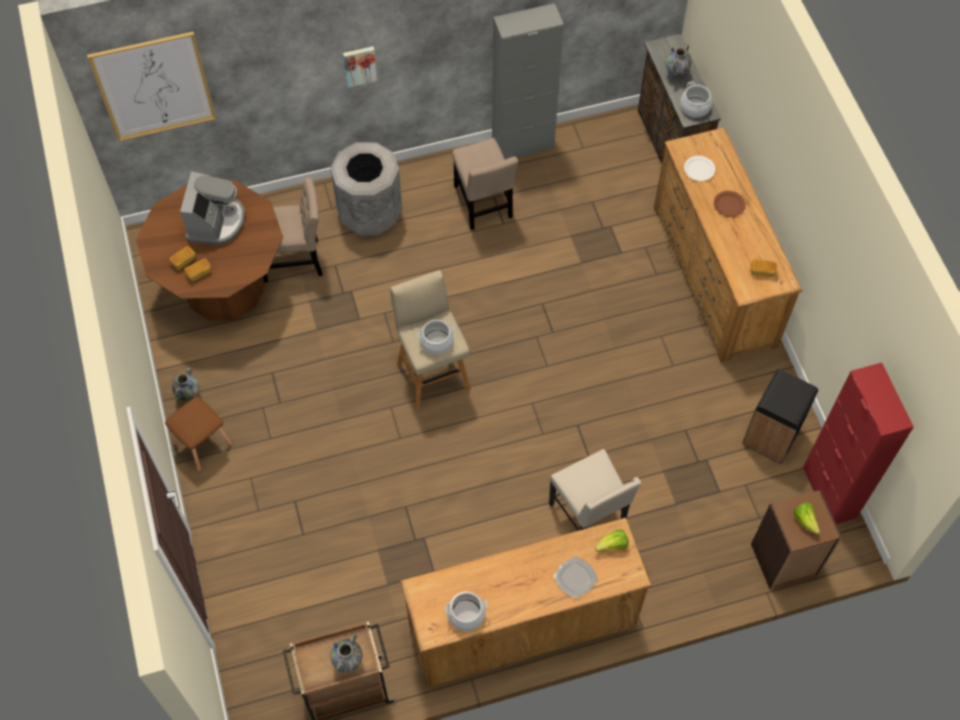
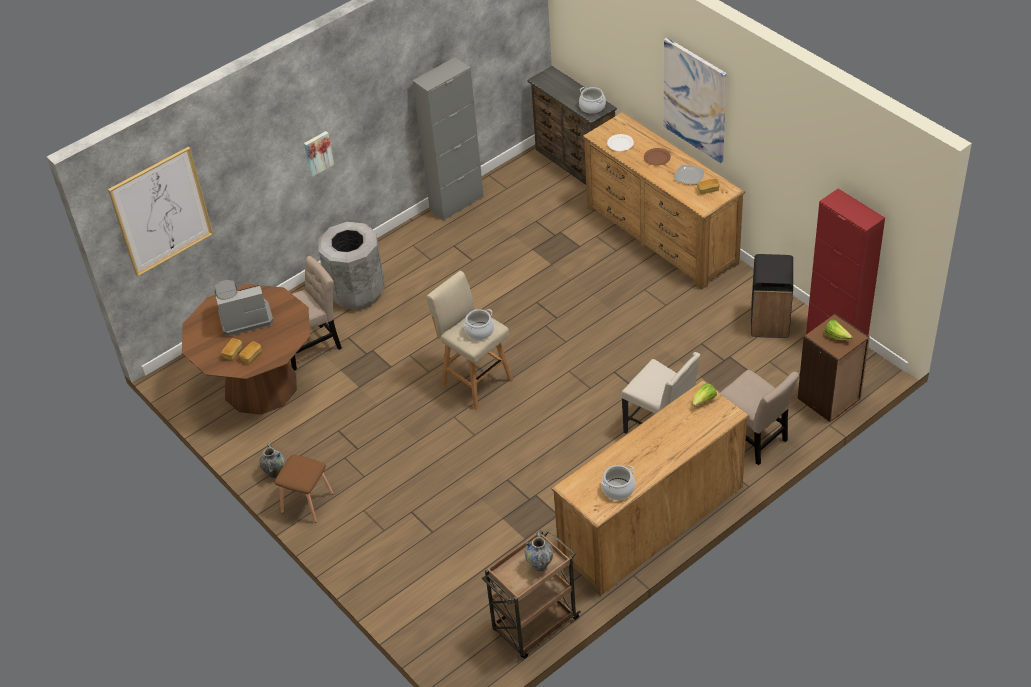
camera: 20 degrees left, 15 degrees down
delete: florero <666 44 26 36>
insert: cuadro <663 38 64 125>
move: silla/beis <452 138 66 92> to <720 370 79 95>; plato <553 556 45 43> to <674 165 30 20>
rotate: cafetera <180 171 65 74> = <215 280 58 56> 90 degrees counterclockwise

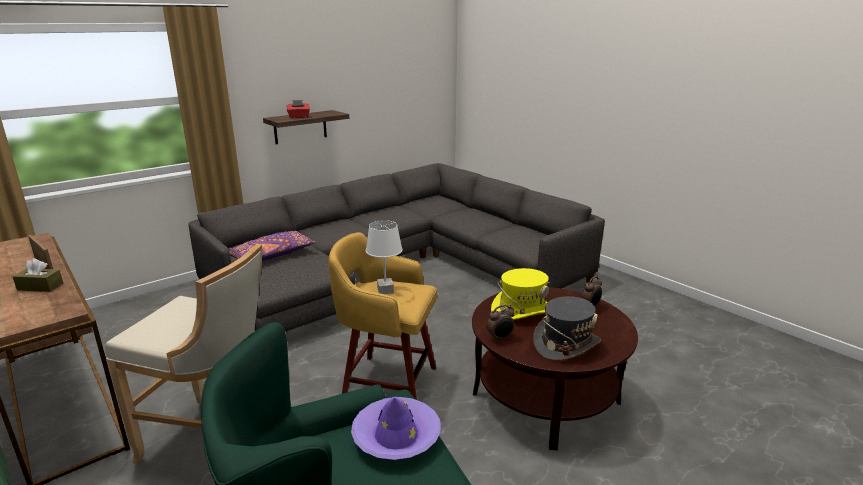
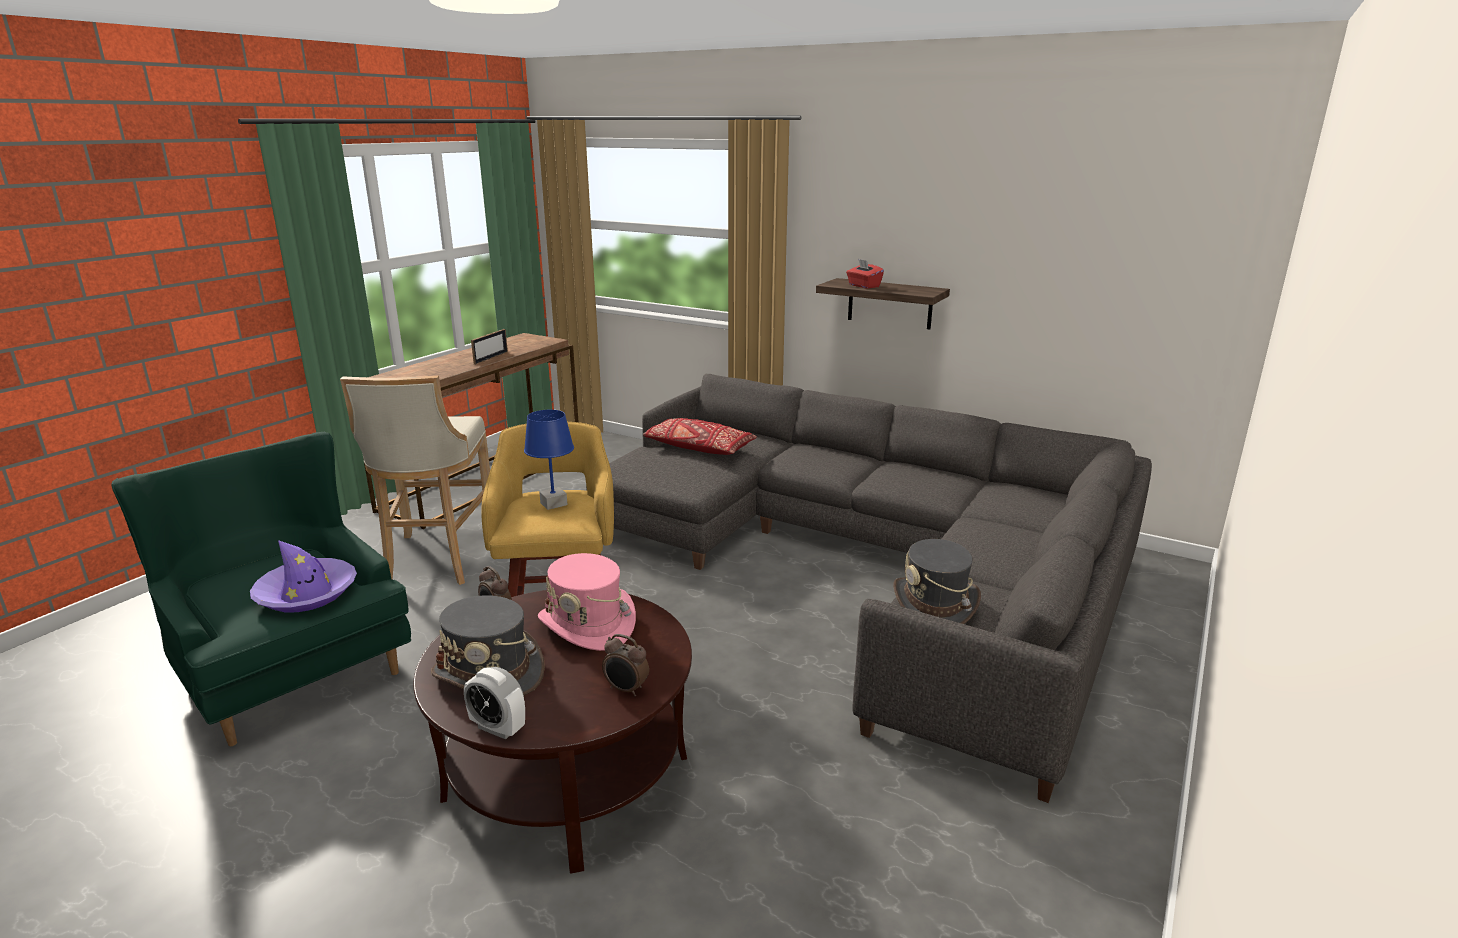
camera: 70 degrees right, 0 degrees up
delete: caja de pañuelos/marrón <12 258 51 34>
insert: despertador <464 667 61 72>; sombrero/gris <893 539 88 85>
recolor: cojín/morado <229 231 87 30> to cojín/rojo <643 418 114 37>; lámpara de mesa/blanco <366 220 37 74> to lámpara de mesa/azul <524 410 50 100>; sombrero/amarillo <491 268 59 52> to sombrero/rosa <538 553 98 98>

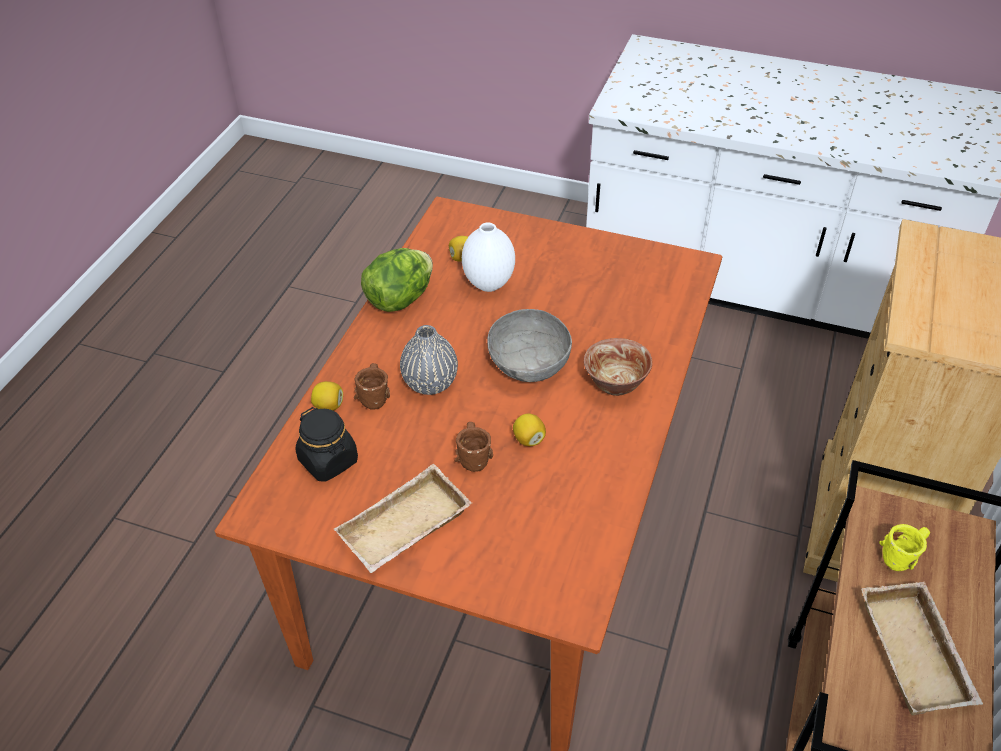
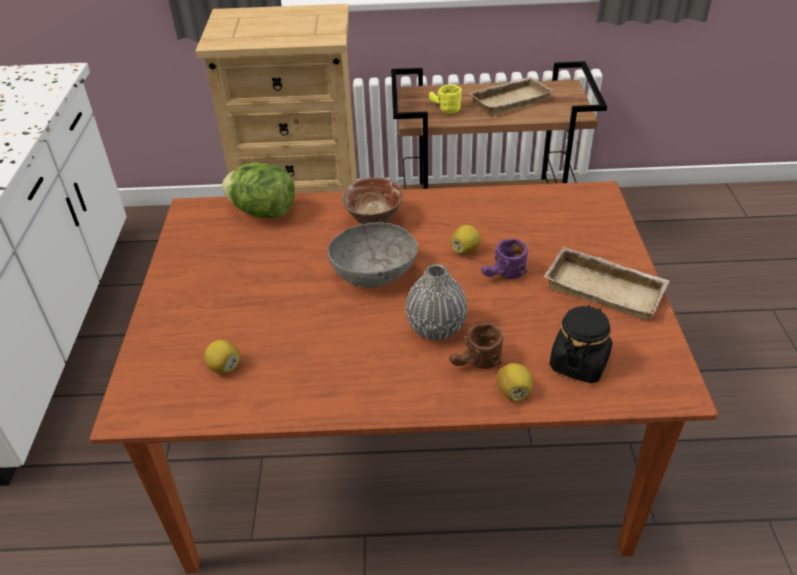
camera: 110 degrees left, 5 degrees down
delete: florero/blanco <462 223 53 69>
move: lechuga <361 248 72 64> to <222 163 73 55>
recolor: taza grande/marrón <455 422 38 50> to taza grande/morado <481 238 47 41>

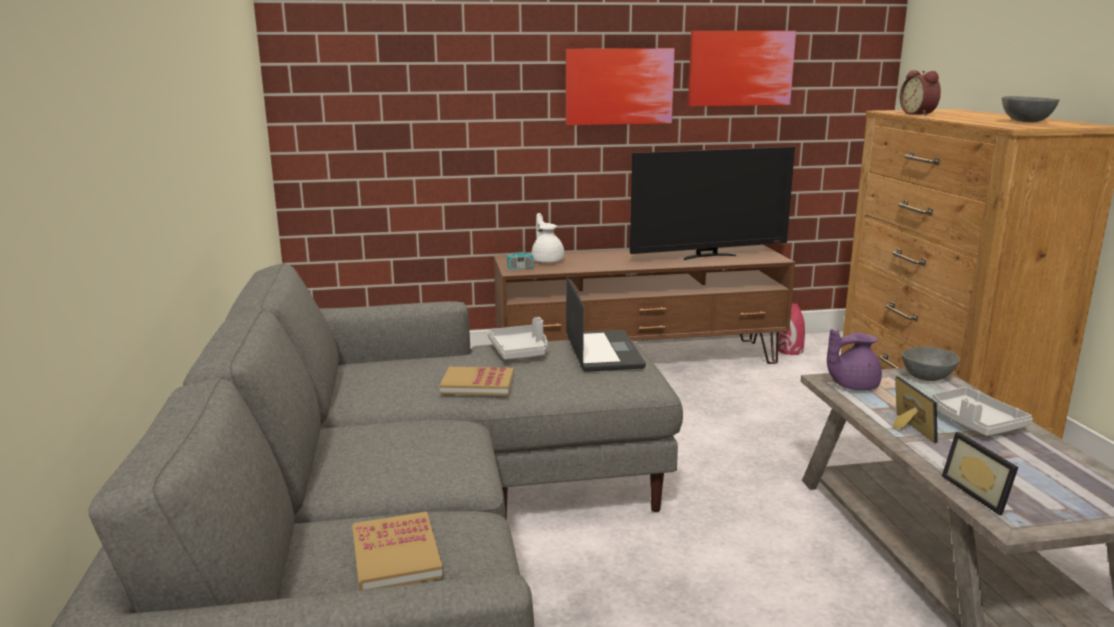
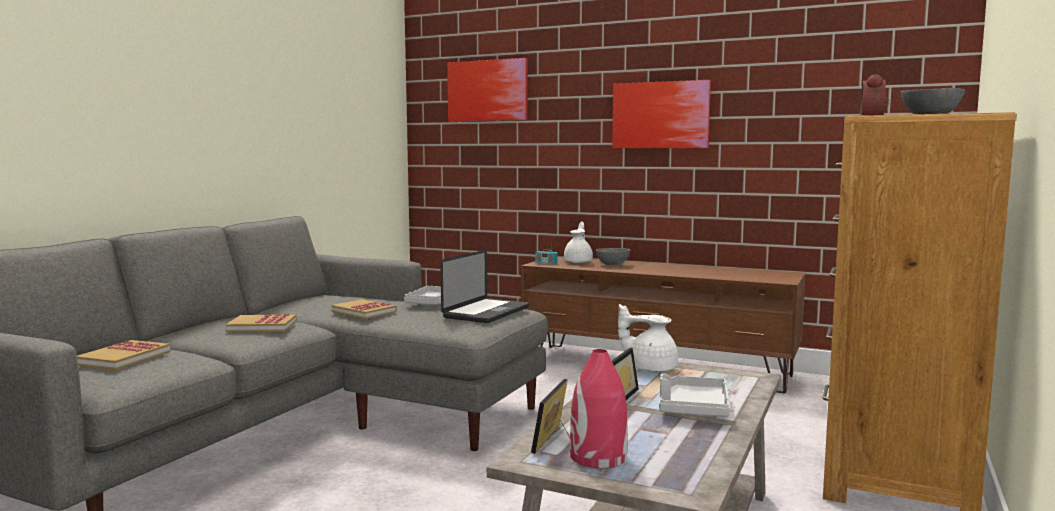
camera: 35 degrees right, 10 degrees down
delete: televisor <630 147 165 113>
insert: libro <226 314 71 18>
move: cuadro <688 31 108 75> to <447 58 81 63>; florero/rojo <778 302 27 53> to <570 349 58 119>; cuenco/gris <902 347 58 34> to <596 248 34 17>
recolor: tetera/morado <827 329 55 61> to tetera/blanco <618 304 60 68>

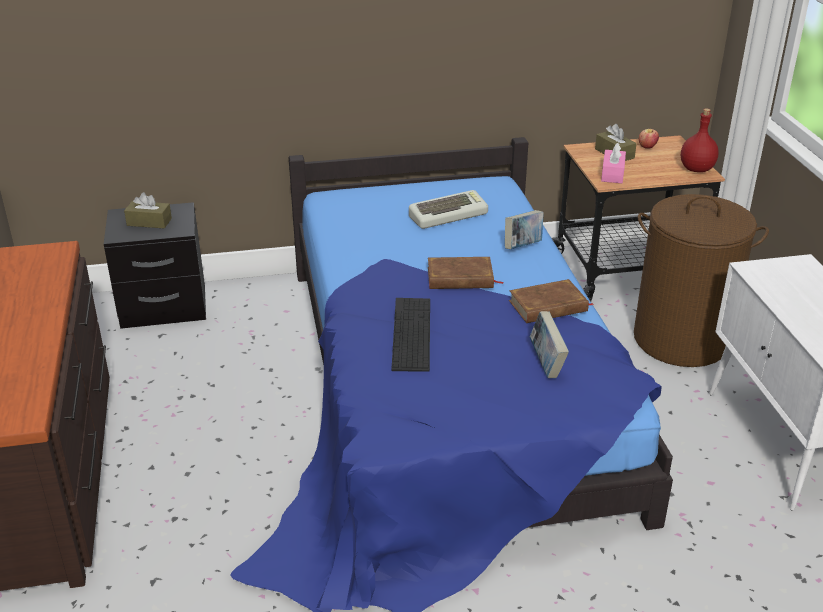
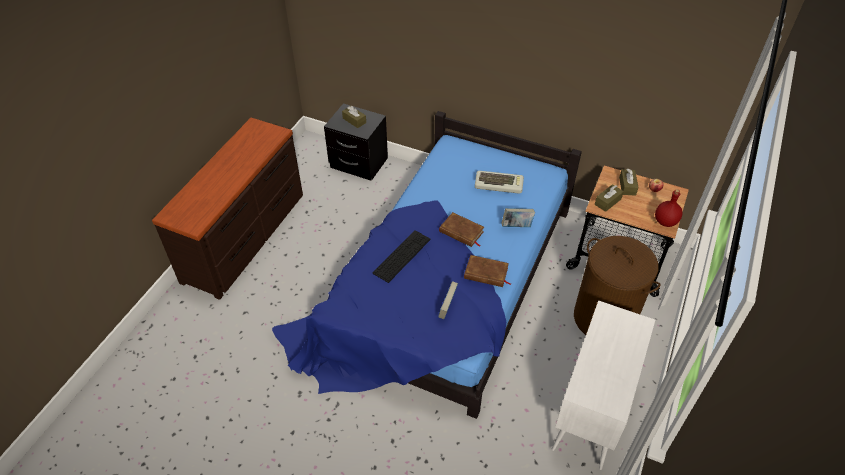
camera: 35 degrees right, 15 degrees up
recolor: caja de pañuelos/rosa <601 143 25 40> to caja de pañuelos/marrón <595 184 29 28>

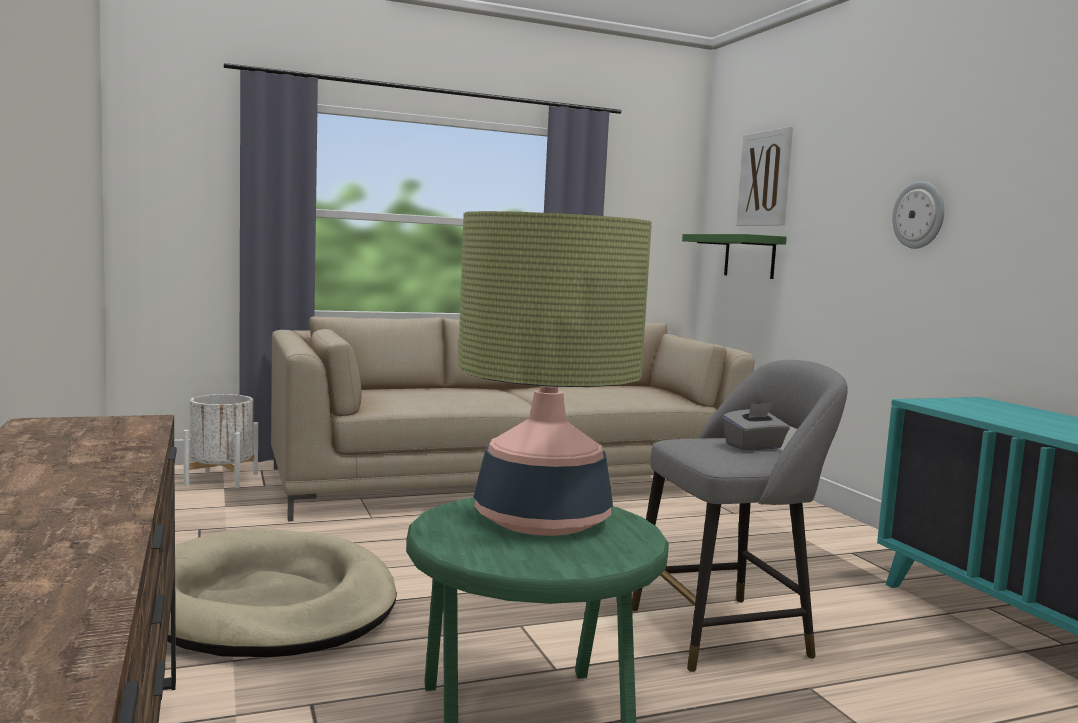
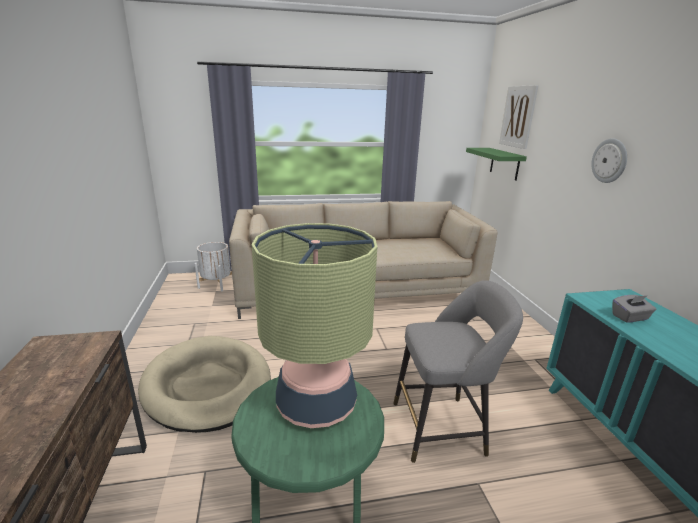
camera: 10 degrees right, 15 degrees up
move: caja de pañuelos/gris <722 403 68 48> to <612 295 44 28>

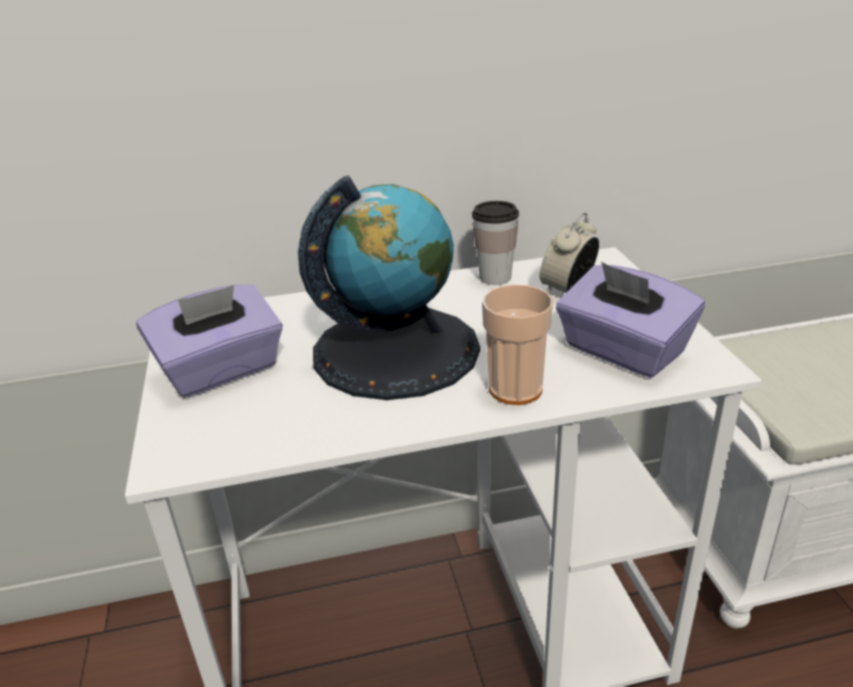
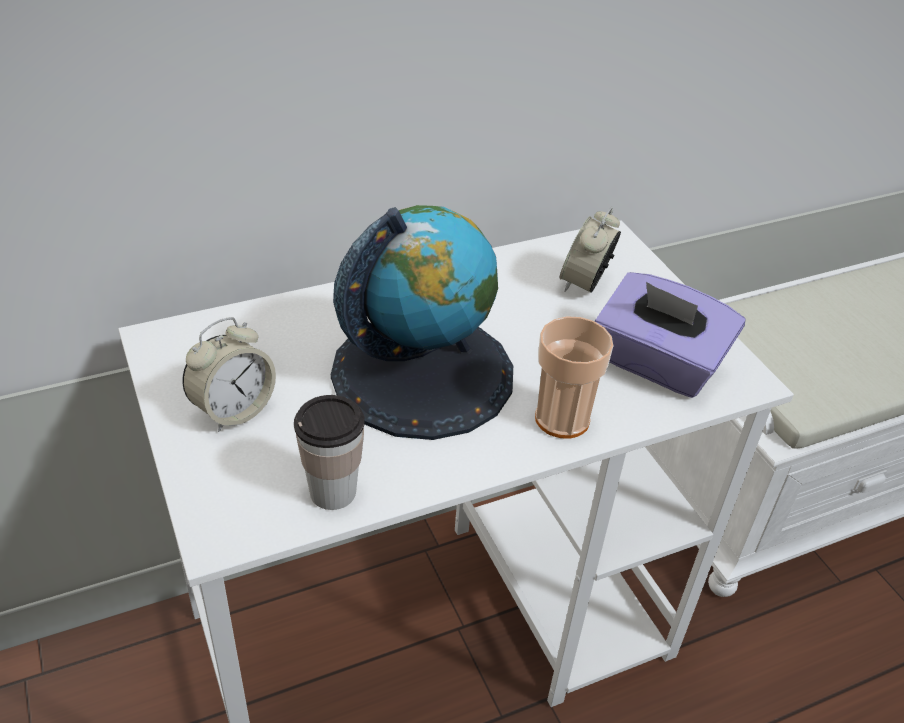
camera: 15 degrees left, 10 degrees up
move: taza <472 201 47 84> to <294 395 71 115>
replace: caja de pañuelos/morado <136 285 147 113> to despertador <182 317 94 115>

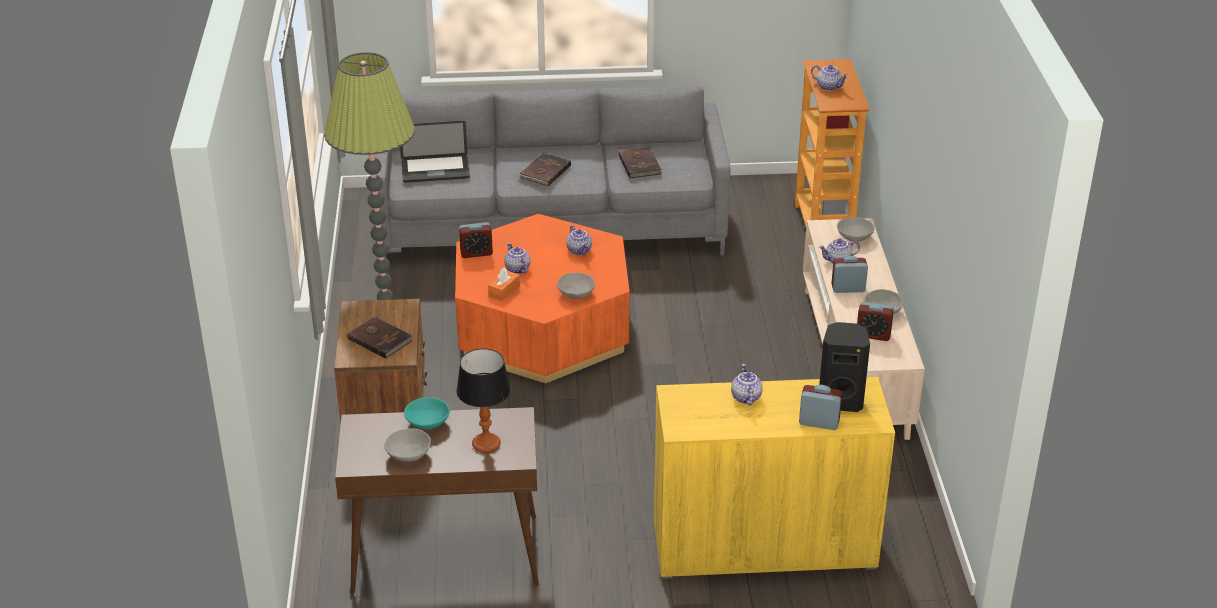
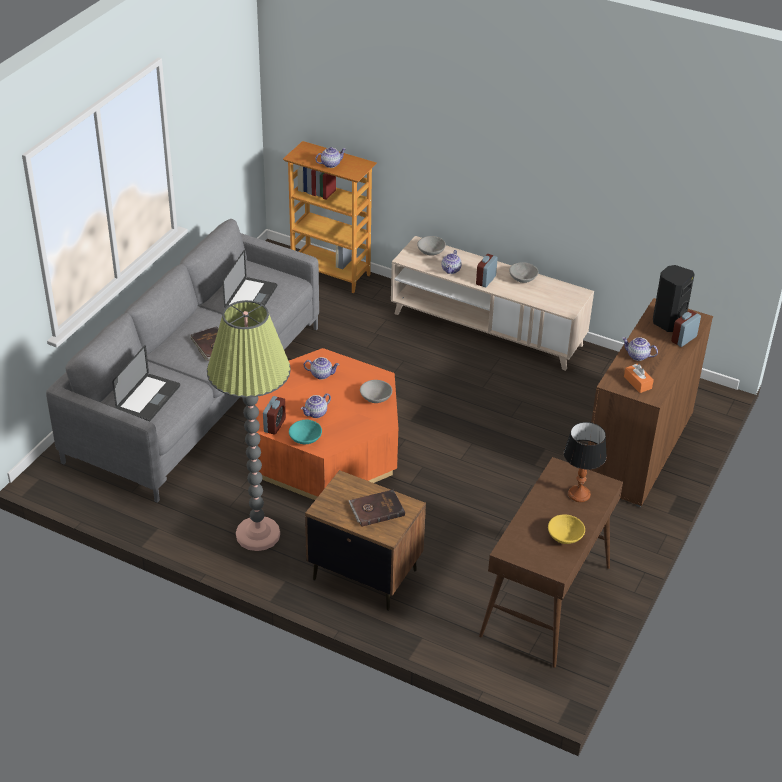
camera: 60 degrees left, 5 degrees up
delete: despertador <857 302 37 39>
move: cuenco/turquesa <404 397 46 33> to <289 420 33 24>; caja de pañuelos/naranja <488 268 32 33> to <624 364 30 29>
replace: libro/marrón <618 147 44 31> to portátil <223 250 54 58>
recolor: cuenco/gris <384 428 47 34> to cuenco/amarillo <548 514 37 30>; armario/amarillo <654 377 241 202> to armario/marrón <588 298 125 209>
rotate: tetera <504 243 26 31> = <301 393 30 25> 45 degrees counterclockwise

